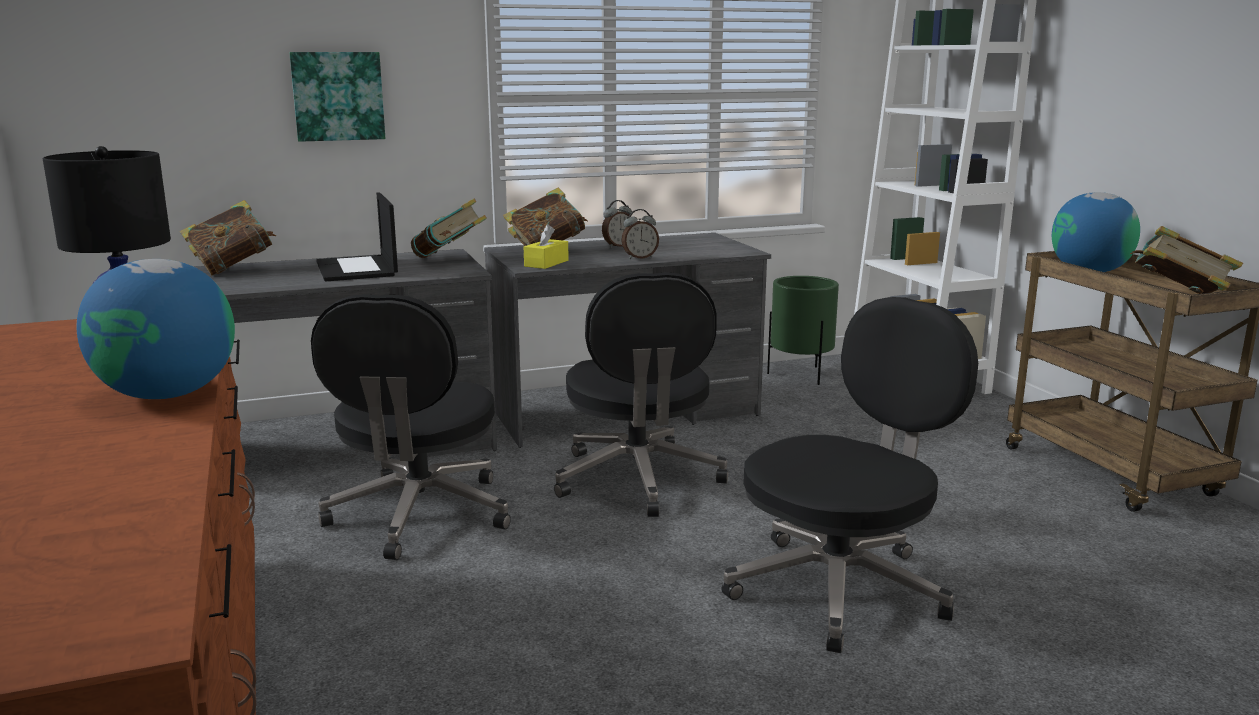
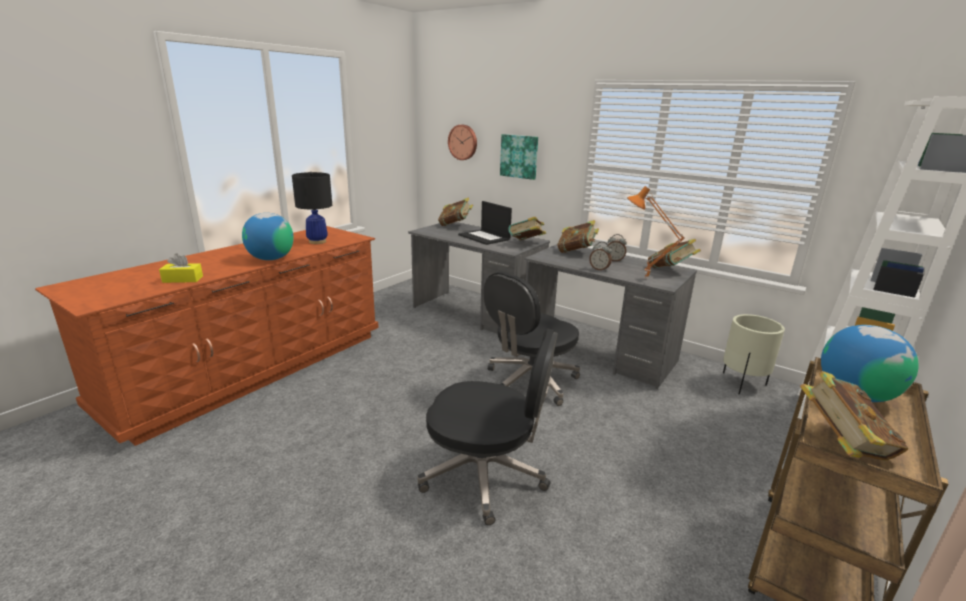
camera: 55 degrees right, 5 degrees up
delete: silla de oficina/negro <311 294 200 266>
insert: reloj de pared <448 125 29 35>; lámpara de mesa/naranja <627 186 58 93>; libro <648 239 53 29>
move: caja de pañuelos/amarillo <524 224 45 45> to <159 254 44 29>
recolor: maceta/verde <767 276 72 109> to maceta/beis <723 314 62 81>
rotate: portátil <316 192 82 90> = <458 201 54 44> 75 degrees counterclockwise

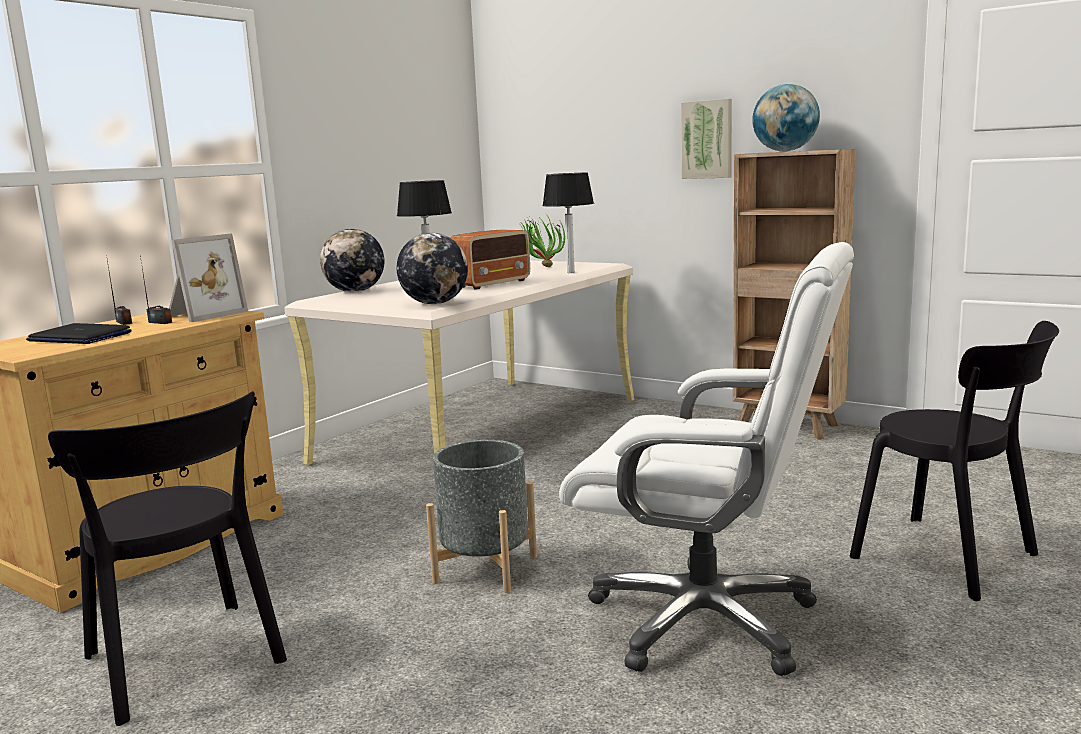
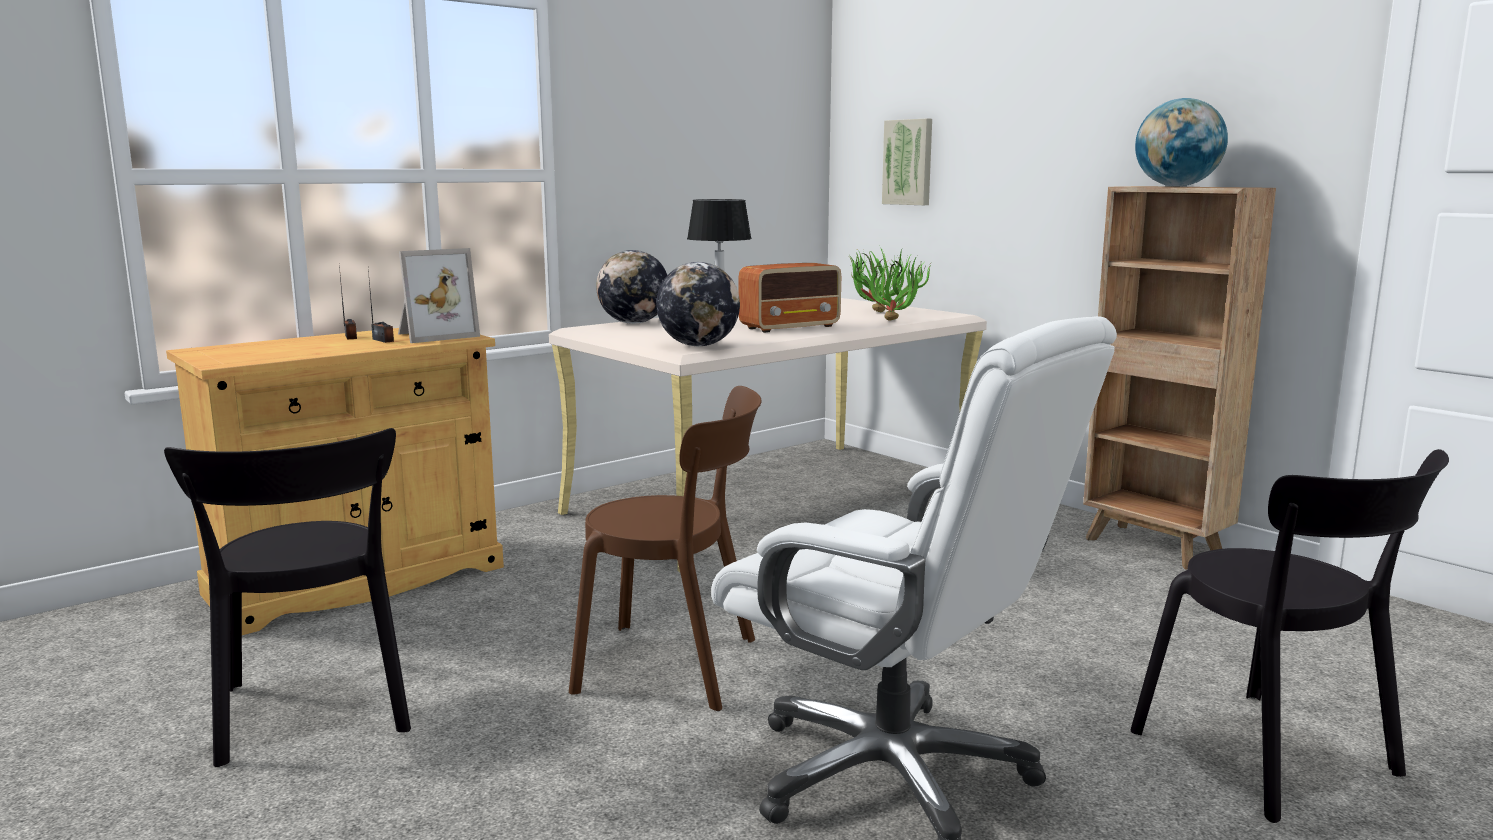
camera: 15 degrees right, 0 degrees up
delete: portátil <26 323 106 21>
move: cuadro <681 99 51 80> to <882 118 50 87>
replace: maceta/gris <426 440 111 153> to silla/marrón <569 386 193 325>; lámpara de mesa <542 172 52 101> to planta en maceta <869 250 62 71>

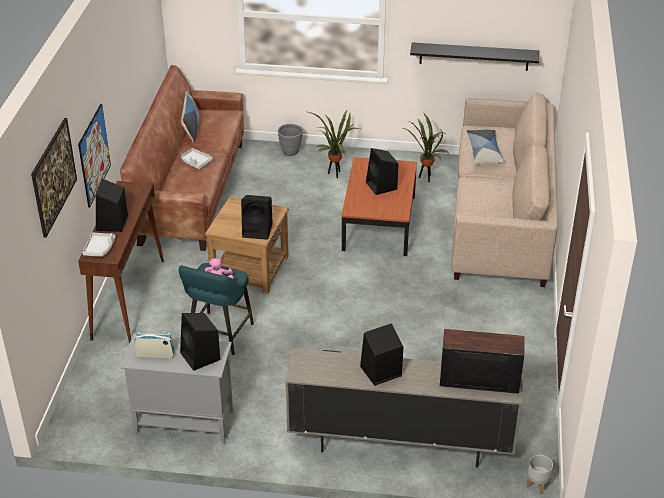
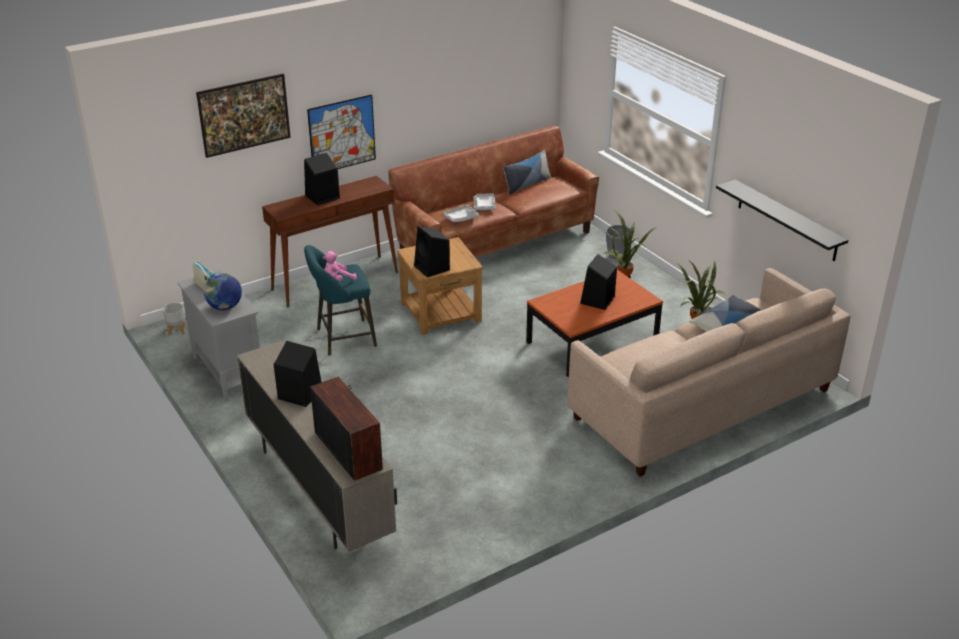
camera: 50 degrees right, 5 degrees down
move: bandeja/gris <83 232 33 25> to <443 205 36 17>; maceta/gris <526 455 27 39> to <163 303 23 32>
replace: altavoz/negro <180 313 40 58> to globo terráqueo <204 273 38 37>

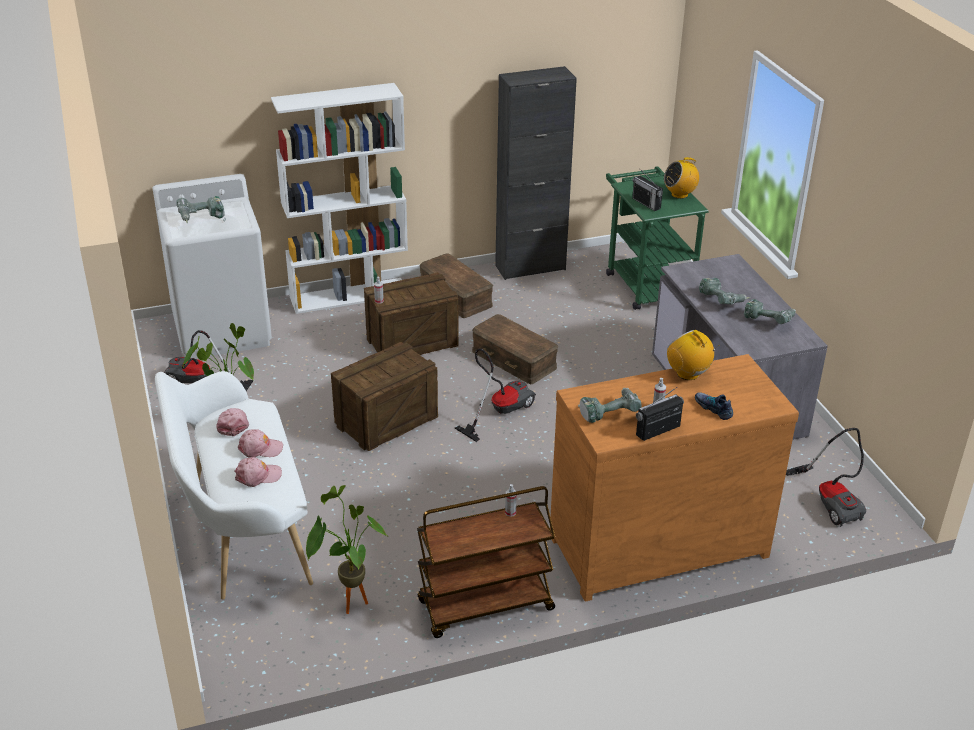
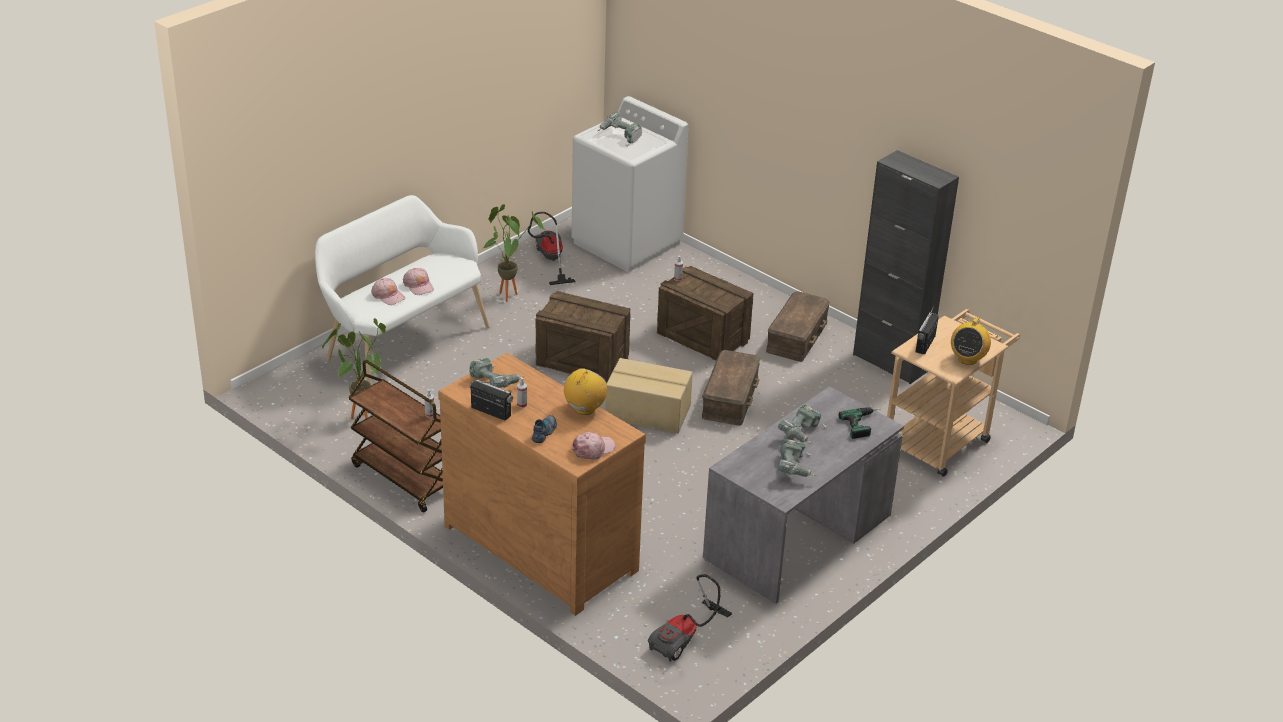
camera: 60 degrees right, 0 degrees up
delete: estantería/blanco <271 83 137 231>
insert: taladro <839 407 42 32>
move: gorra/rosa <217 408 32 28> to <572 432 44 28>
replace: aspiradora <455 348 81 94> to caja de cartón <605 358 88 75>
recolor: carrito/verde <606 166 103 144> to carrito/beis <887 309 133 168>
rotate: radio <664 157 35 42> = <951 317 40 48> 105 degrees counterclockwise

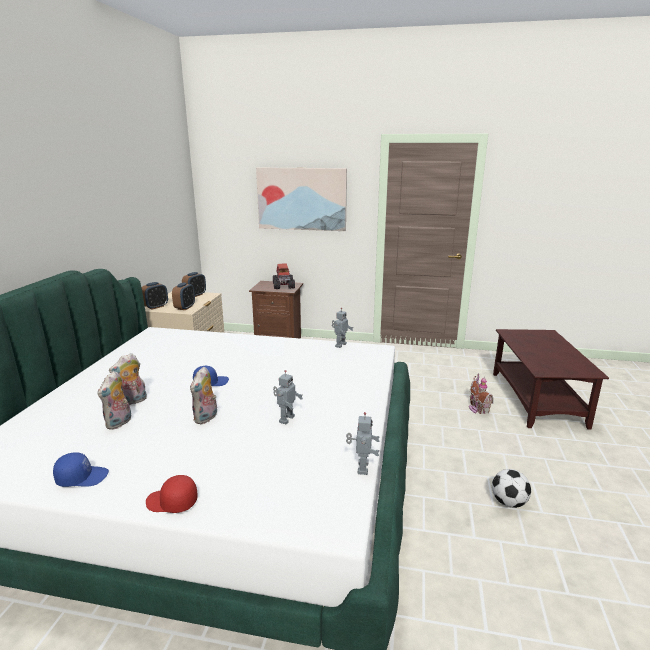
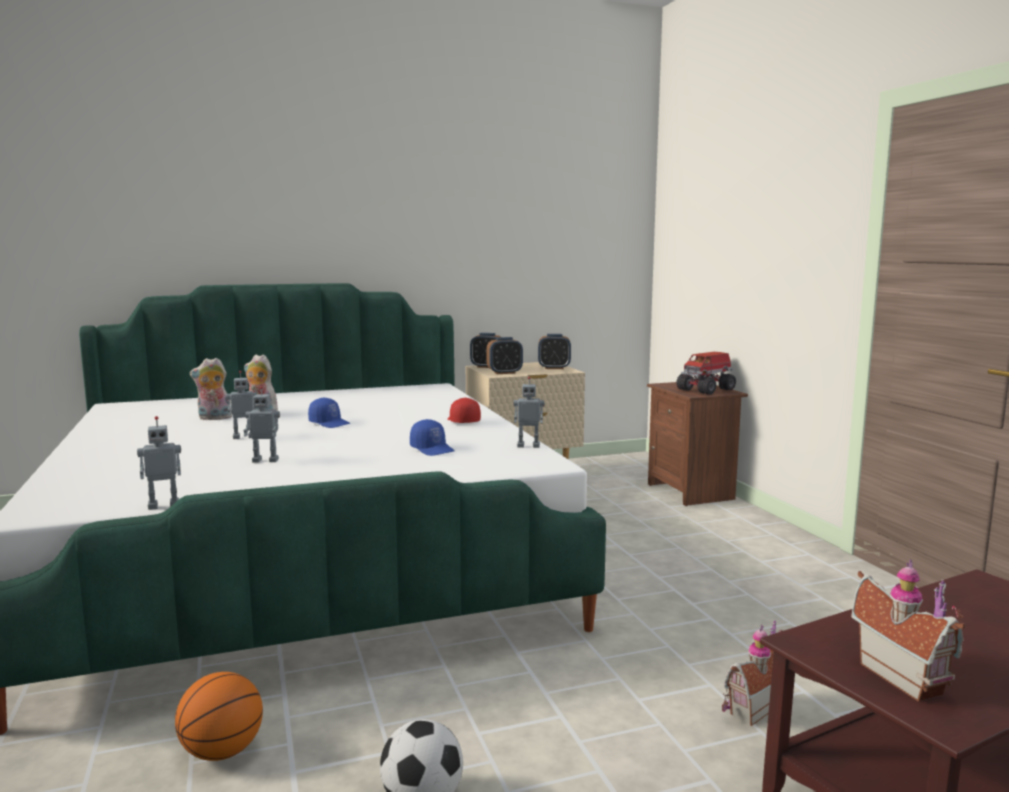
camera: 60 degrees right, 10 degrees down
delete: cuadro <256 168 91 63>
insert: balón de baloncesto <175 672 88 89>; casita <851 559 114 143>
move: gorra/azul <53 452 56 35> to <410 419 44 37>; gorra/rojo <146 475 52 38> to <447 398 34 25>
replace: peluche <190 367 27 57> to robot de juguete <226 370 31 69>

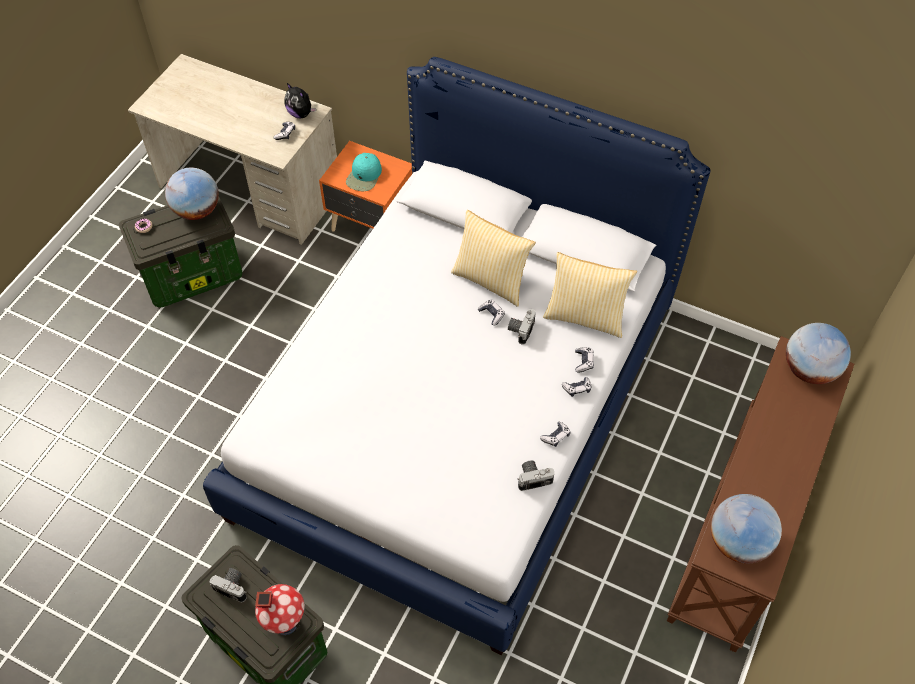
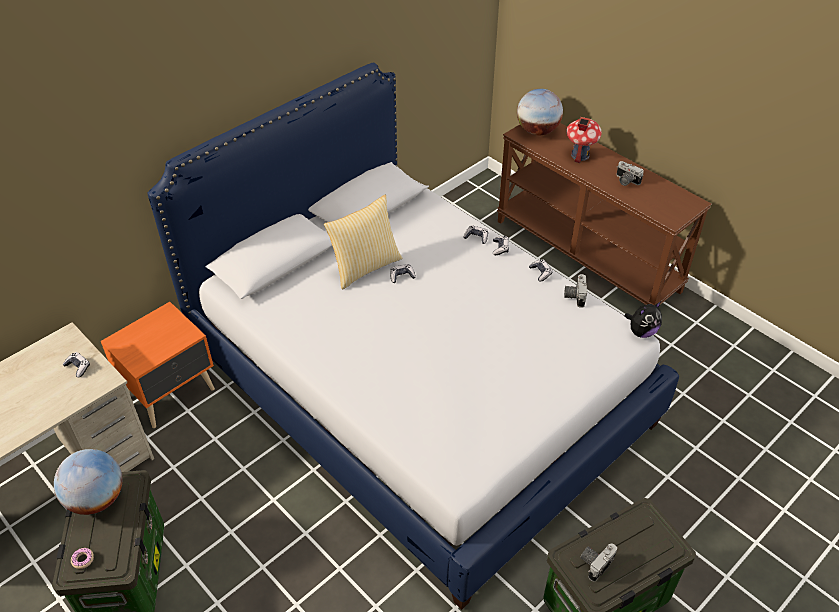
camera: 70 degrees left, 10 degrees down
delete: gorra/turquesa <346 153 36 38>; cojín <543 252 94 86>; globo terráqueo <711 494 71 69>
move: casita <255 584 50 51> to <566 117 36 46>; peluche <285 83 31 35> to <624 301 38 37>; cámara <508 309 28 36> to <616 161 28 25>

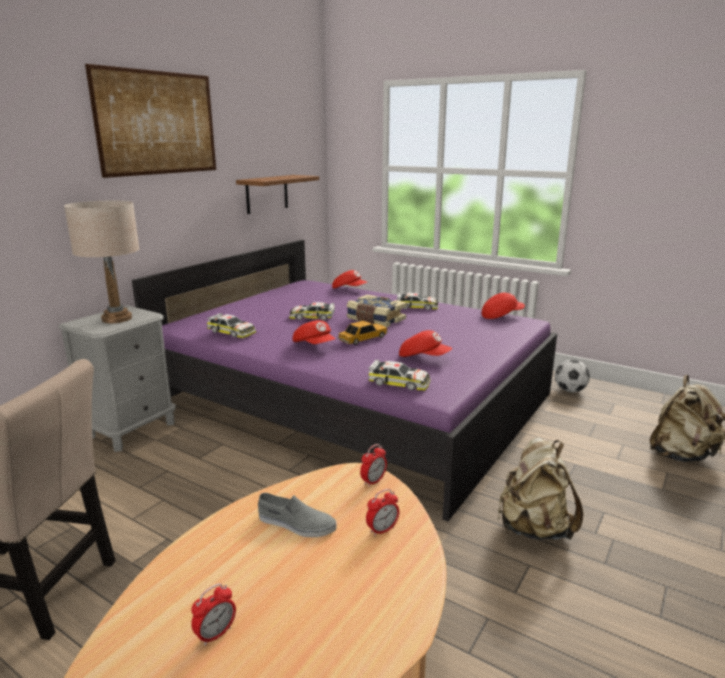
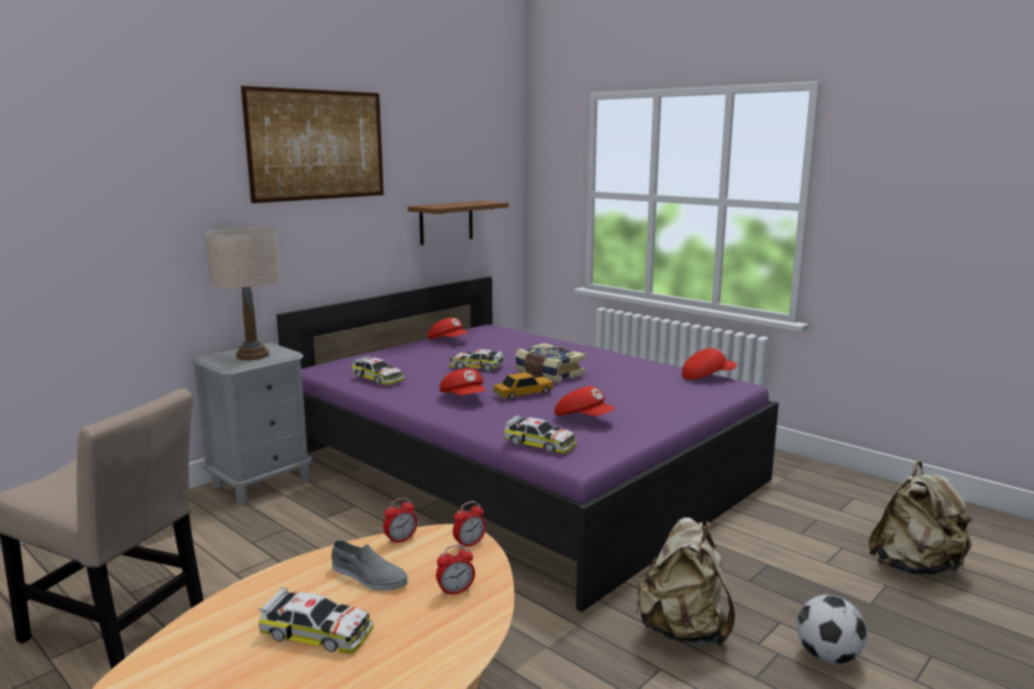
camera: 10 degrees right, 5 degrees down
move: despertador <191 583 45 63> to <383 497 34 48>; gorra/rojo <332 270 35 19> to <428 317 41 22>; coche de juguete <397 293 41 17> to <258 587 115 67>; balón de fútbol <555 359 35 34> to <797 595 70 69>

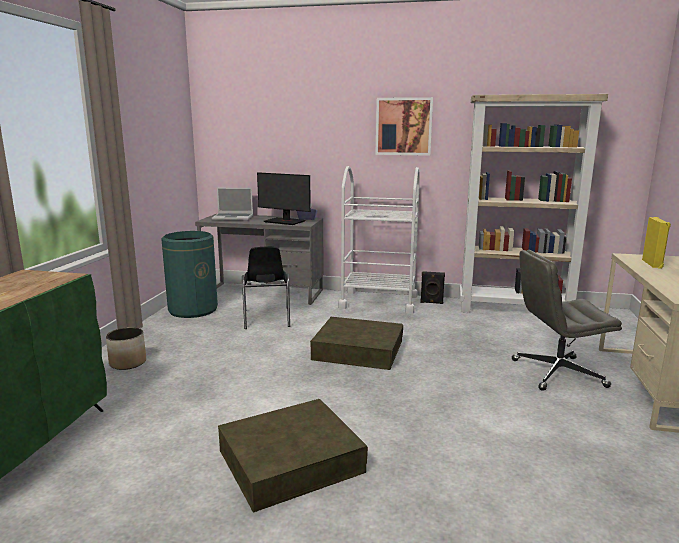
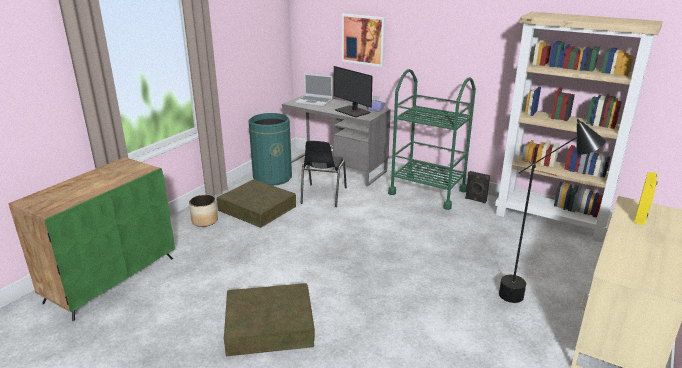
camera: 20 degrees right, 10 degrees up
move: caja de almacenaje/marrón <310 317 93 53> to <217 179 79 49>; cuadro <375 97 58 59> to <342 14 43 53>
replace: silla de oficina/gris <512 250 110 141> to lámpara de pie/negro <499 119 107 184>
recolor: carrito/blanco <338 166 82 148> to carrito/verde <388 69 88 141>

